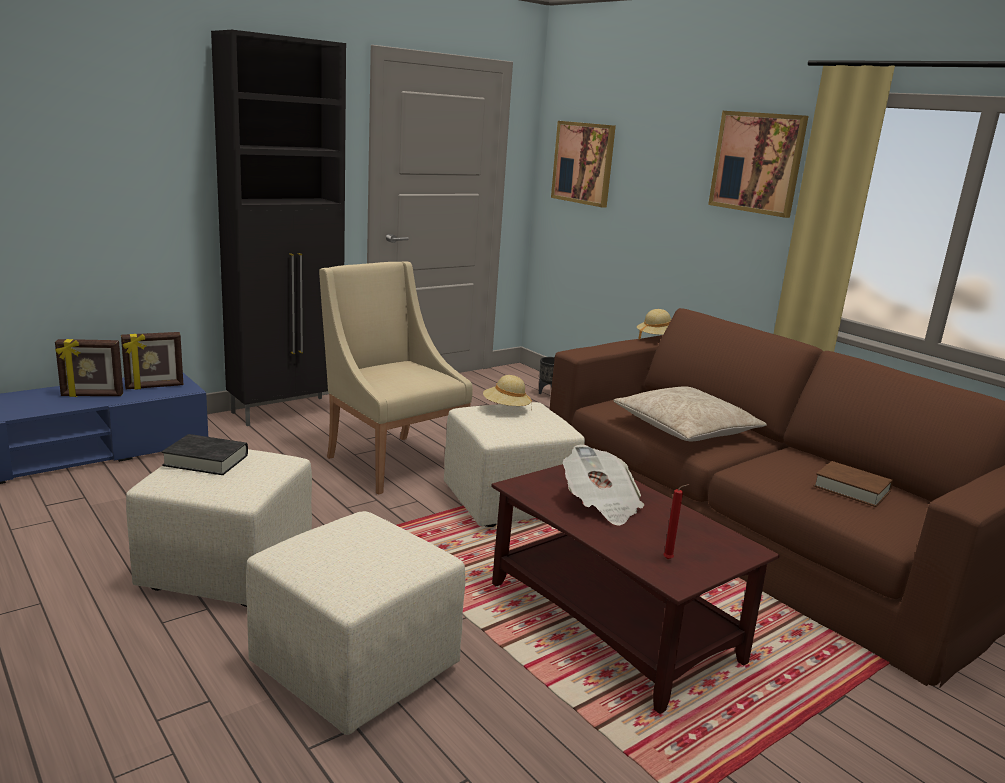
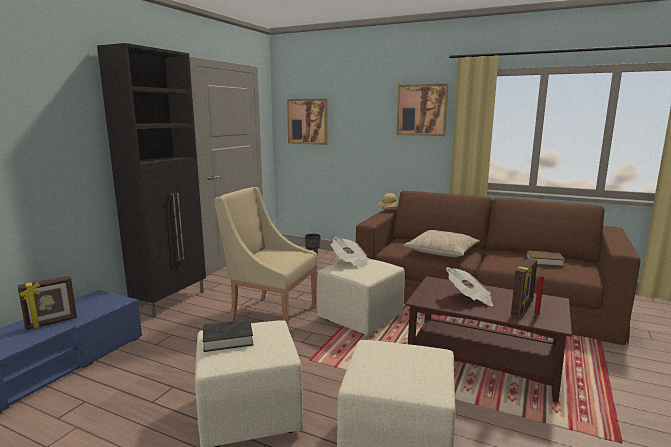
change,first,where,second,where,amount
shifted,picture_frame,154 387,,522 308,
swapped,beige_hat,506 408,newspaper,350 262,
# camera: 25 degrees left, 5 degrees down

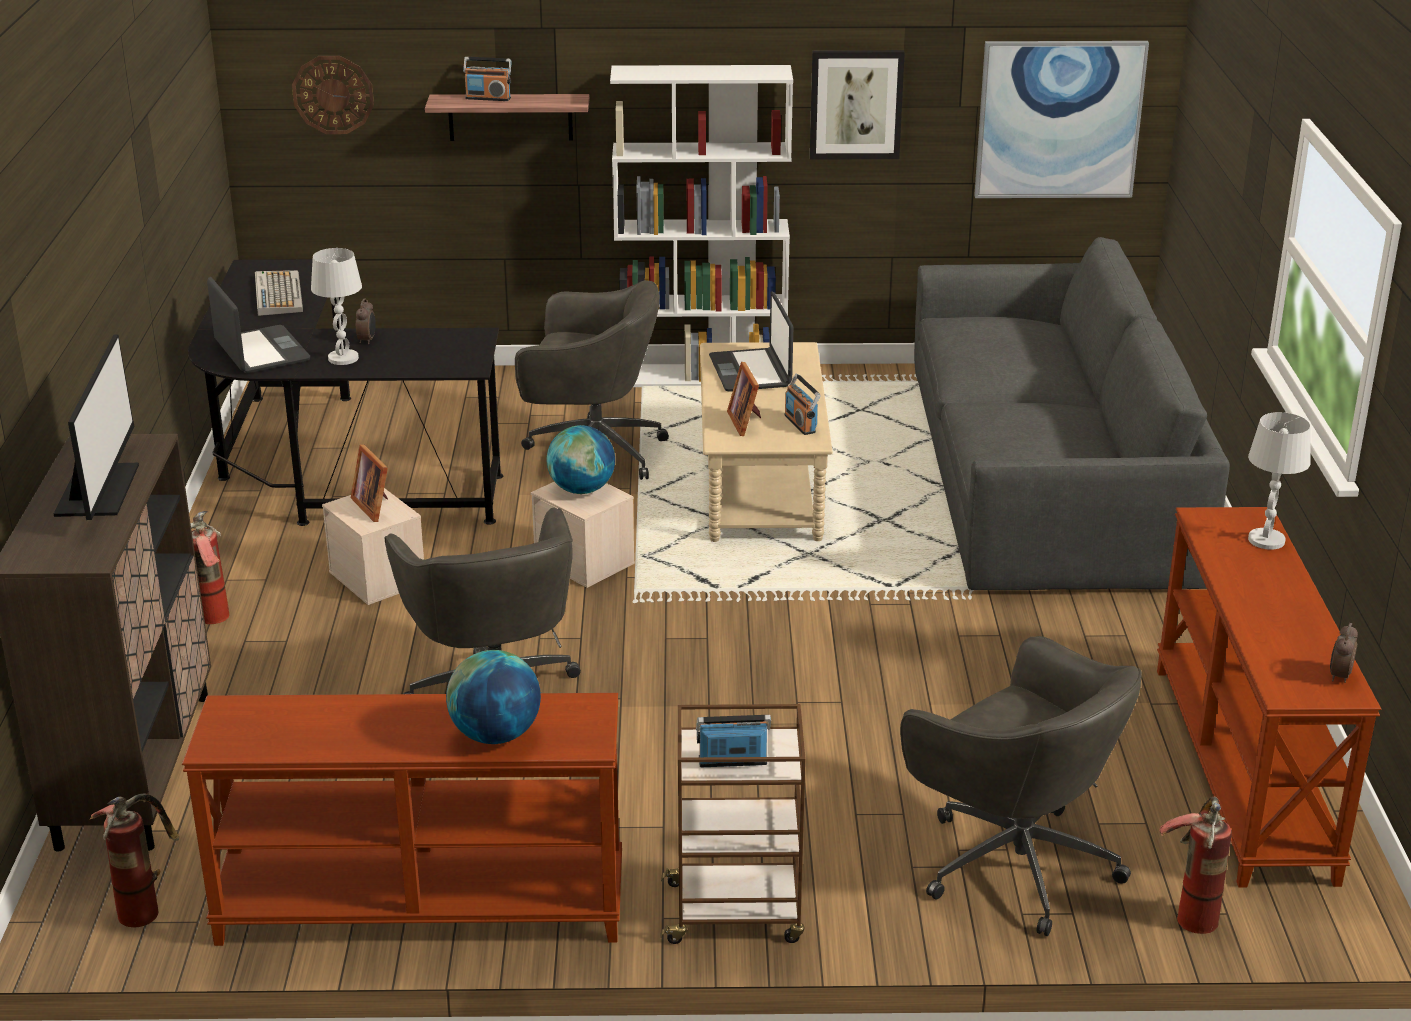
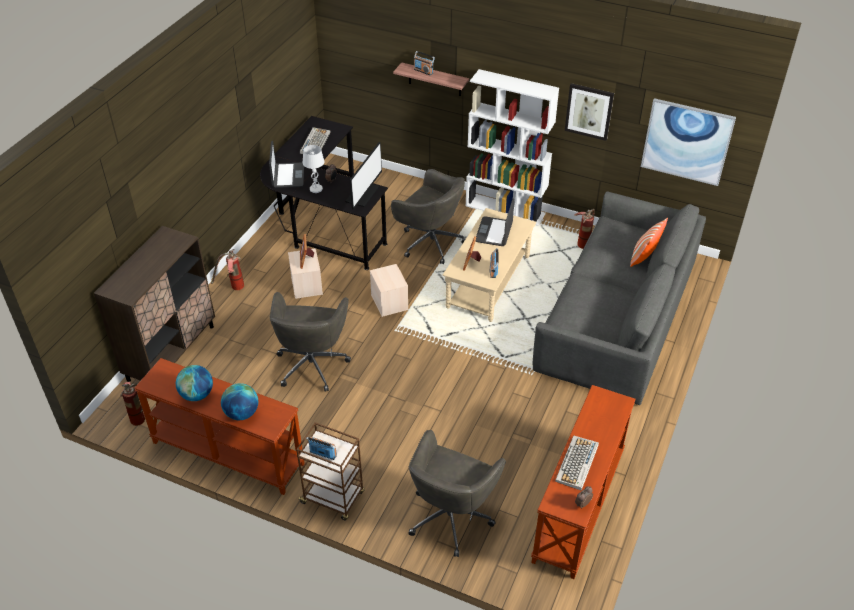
change,first,where,second,where,amount
gone,wall_clock,333 94,,,
gone,white_table_lamp,1266 540,,,
new,,,keyboard,577 463,
new,,,pillow,644 257,
shifted,monitor,99 490,,363 194,
shifted,globe,582 490,,197 395,
shifted,fire_extinguisher,1189 910,,583 242,
rotated,grey_office_chair,1013 863,,451 515,45 degrees clockwise
# camera: 25 degrees right, 15 degrees up

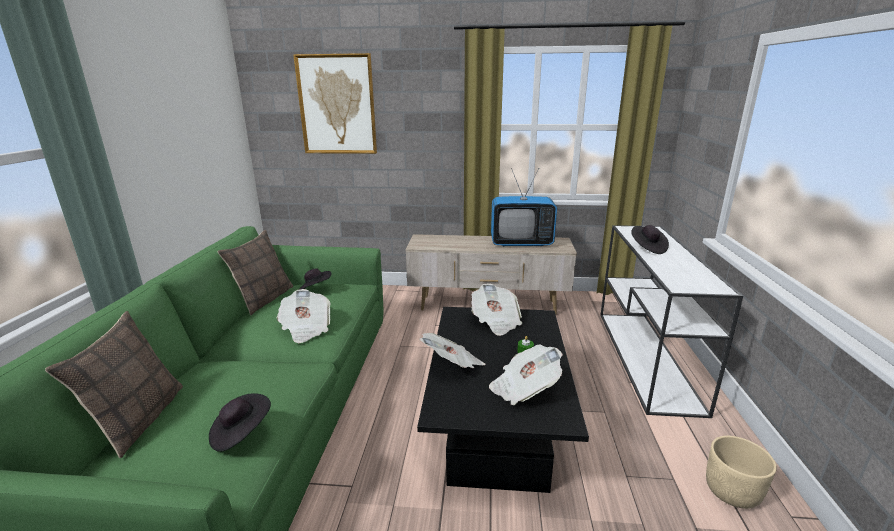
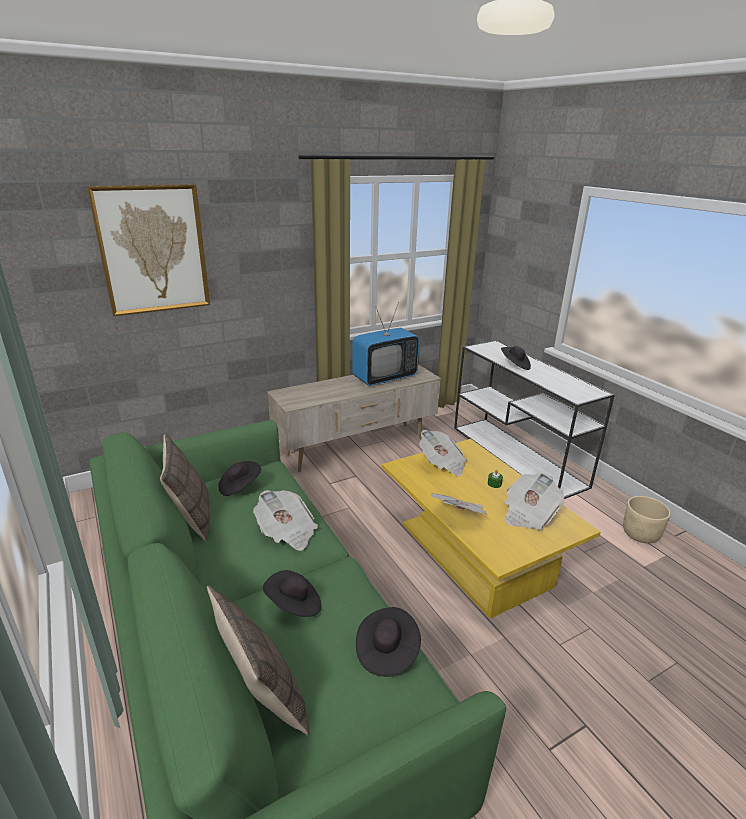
change,first,where,second,where,amount
new,,,black_hat,294 605,
repainted,black_coffee_table,496 424,yellow_coffee_table,473 553,
# camera: 35 degrees left, 5 degrees up

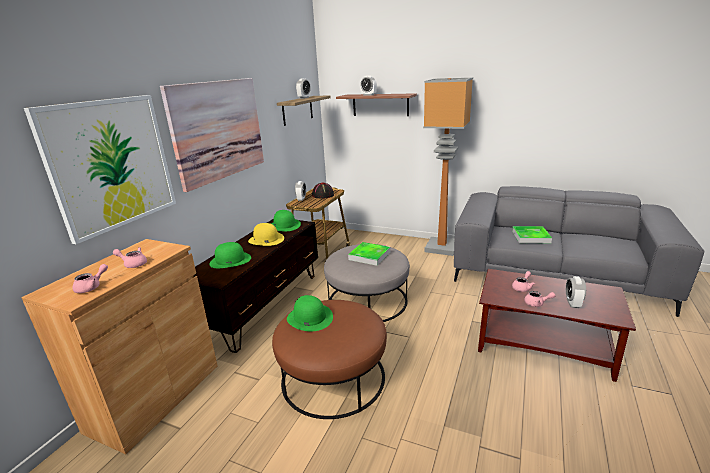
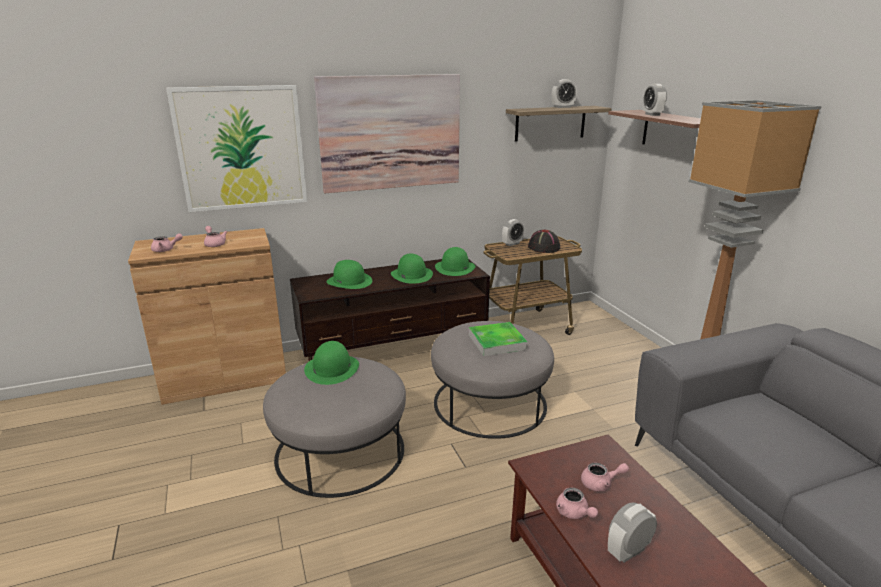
change,first,where,second,where,amount
gone,tray,530 237,,,
repainted,yellow_hat,266 239,green_hat,411 275,
repainted,brown_ottoman,333 377,grey_ottoman,340 451,
# camera: 45 degrees right, 0 degrees up

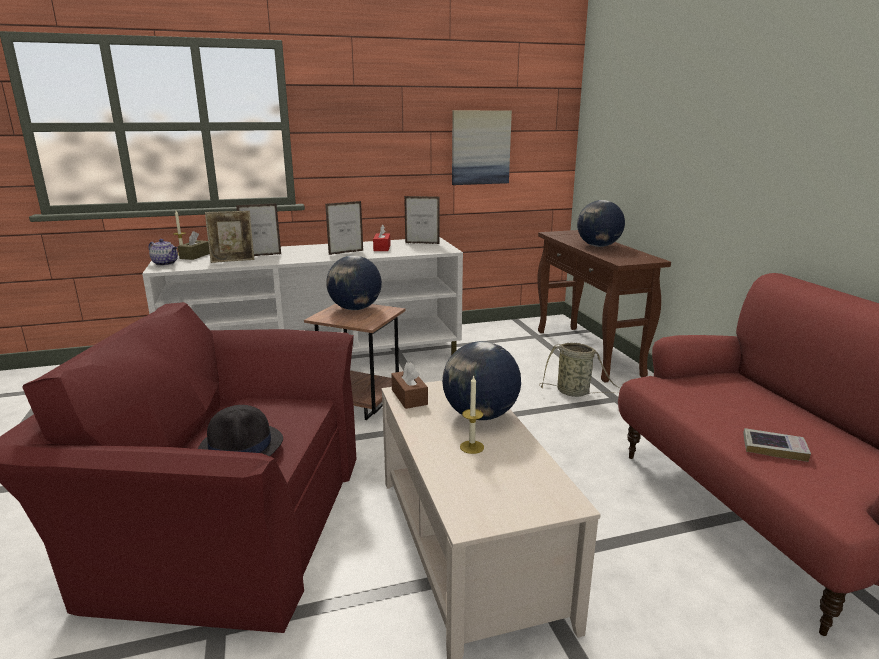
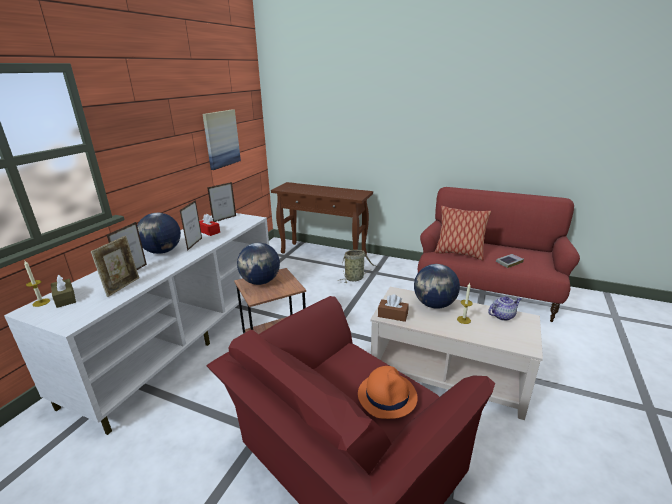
change,first,where,second,where,amount
new,,,pillow,459 254,
shifted,teapot,166 263,,502 316,
shifted,globe,598 246,,162 252,
repainted,black_hat,241 446,orange_hat,387 395,
# camera: 50 degrees left, 5 degrees up

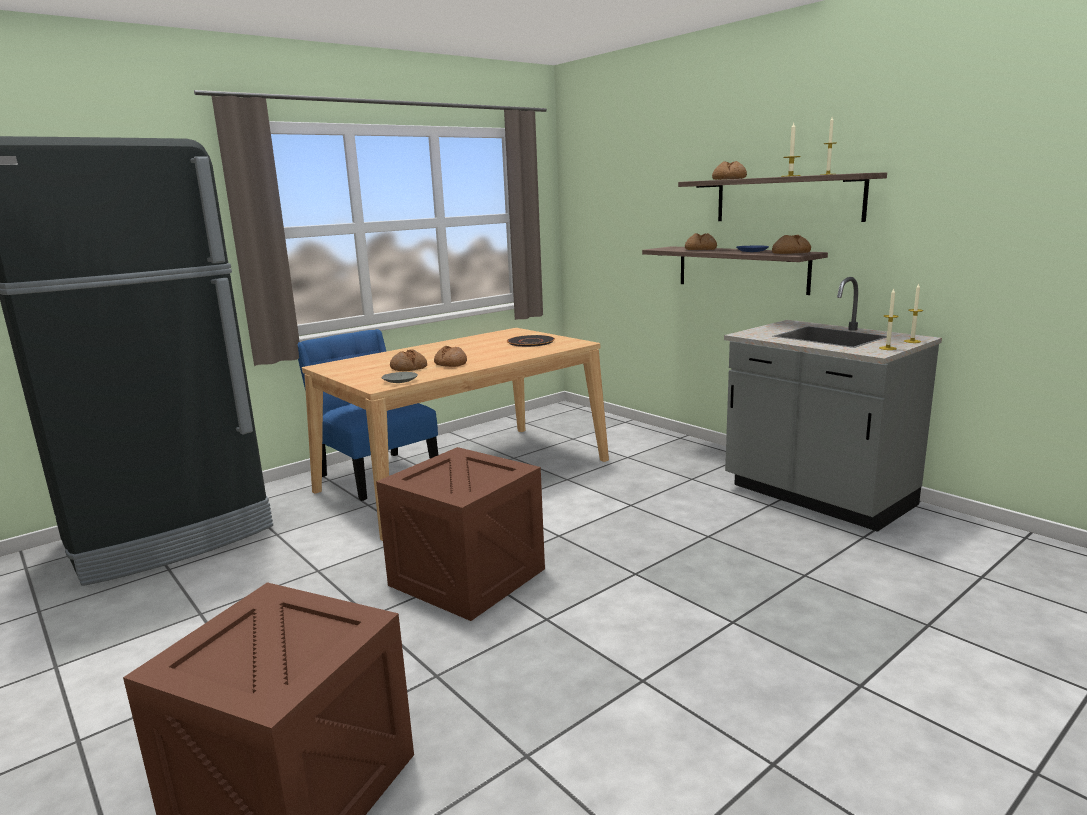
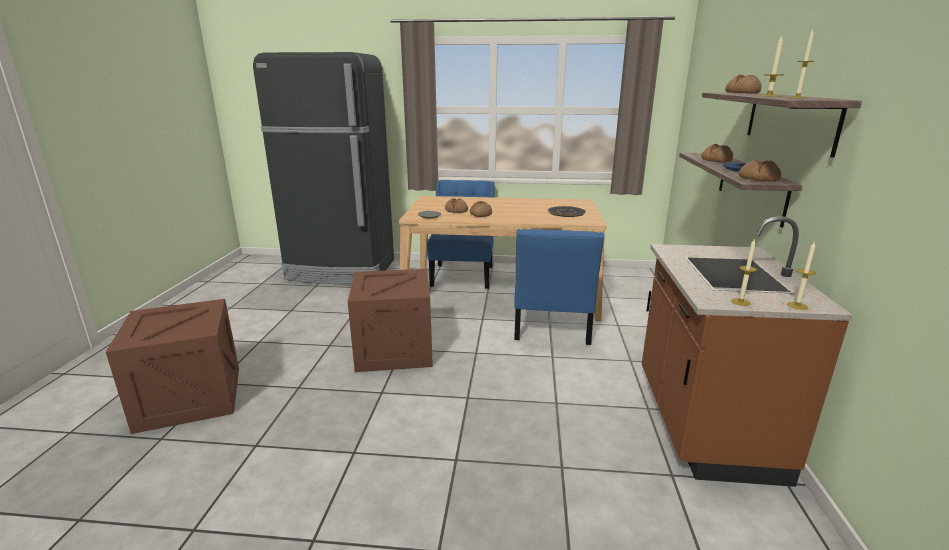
change,first,where,second,where,amount
new,,,blue_chair,551 328,
repainted,grey_counter,816 497,brown_counter,703 425,
# camera: 45 degrees right, 5 degrees up

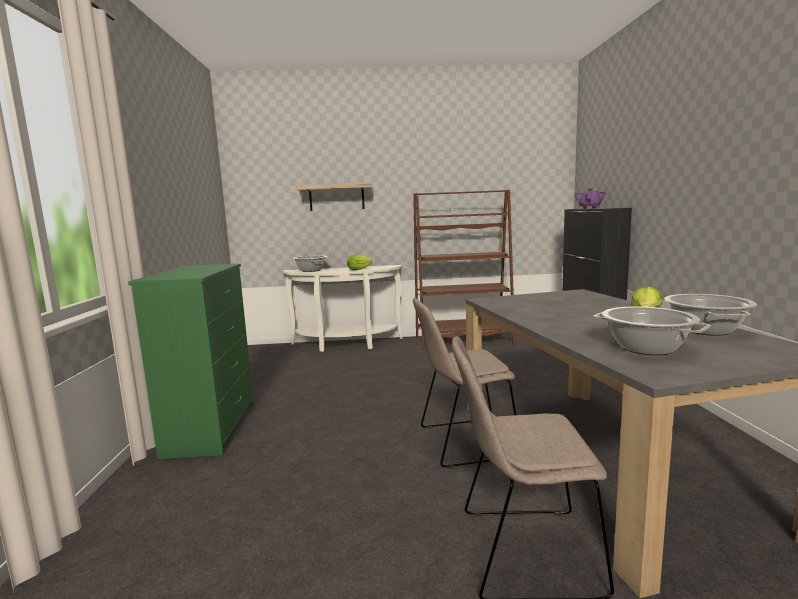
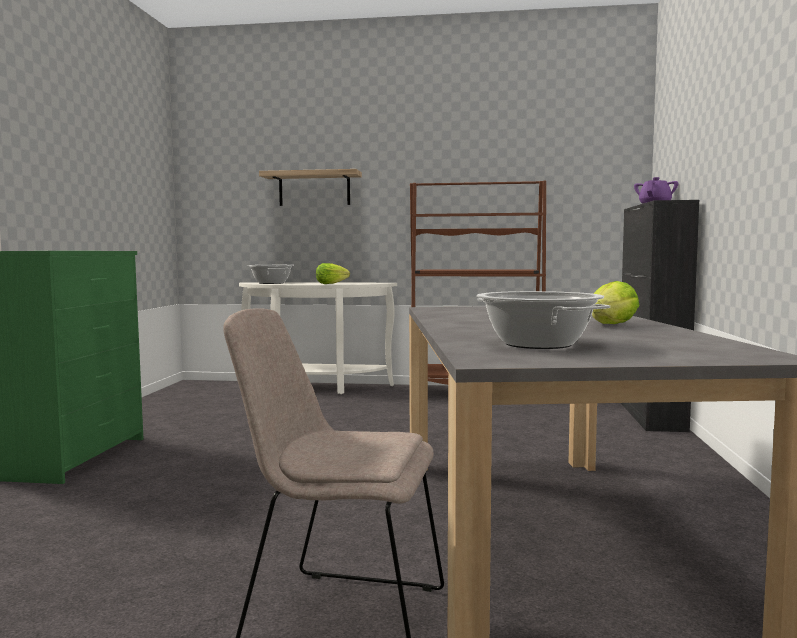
change,first,where,second,where,amount
gone,beige_chair,463 442,,,
gone,cooking_pot,705 330,,,
# camera: 10 degrees right, 5 degrees down

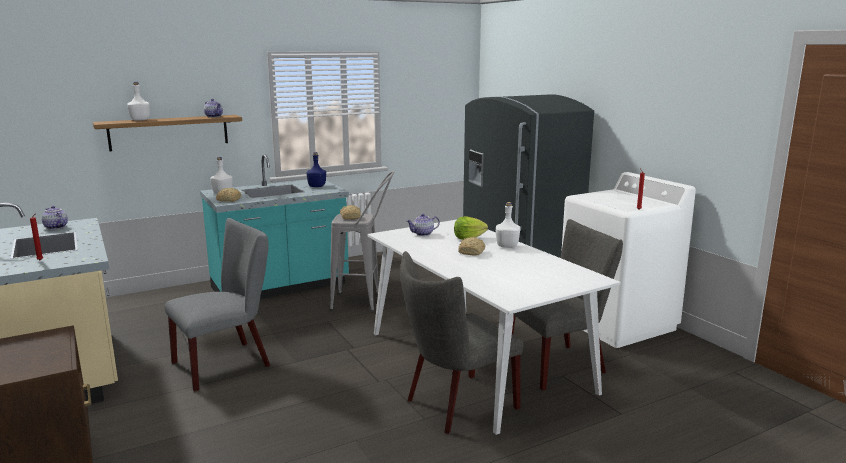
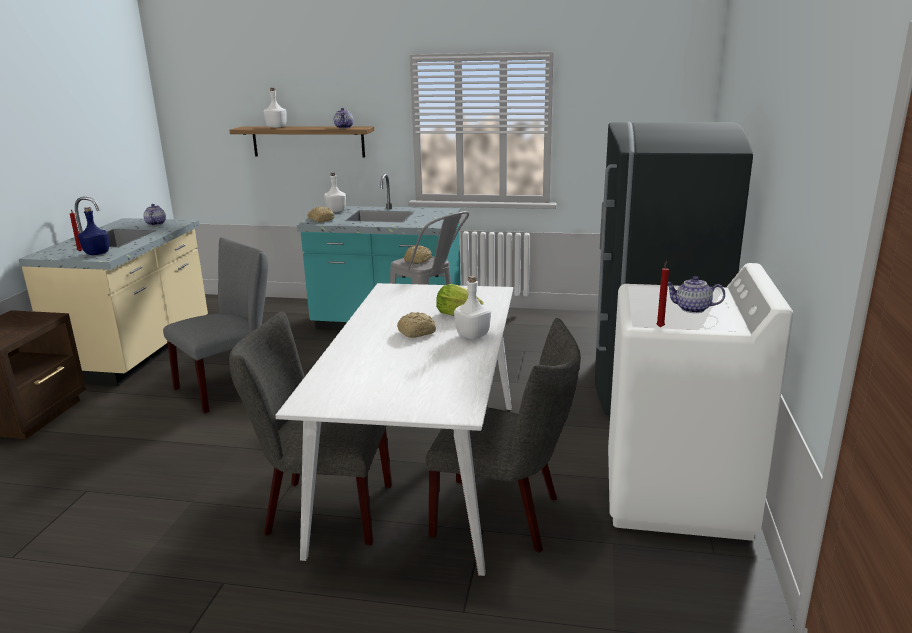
change,first,where,second,where,amount
shifted,blue_bottle,317 186,,97 253,
shifted,teapot,423 234,,692 309,
rotated,grey_chair,227 362,,232 385,45 degrees counterclockwise
# camera: 40 degrees right, 5 degrees up

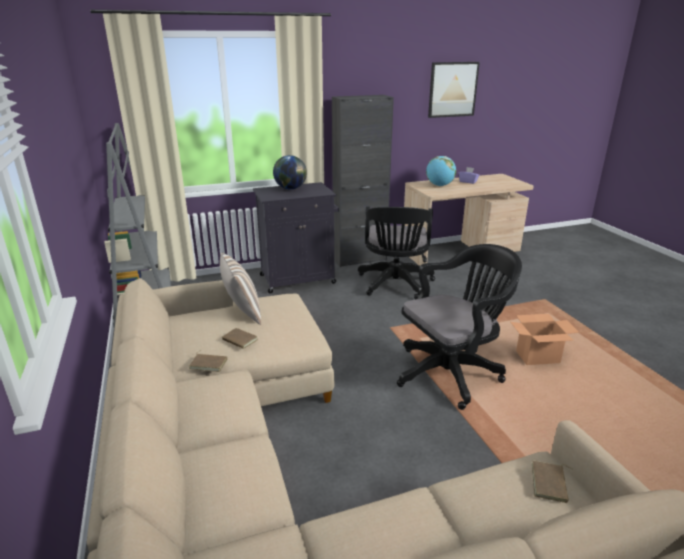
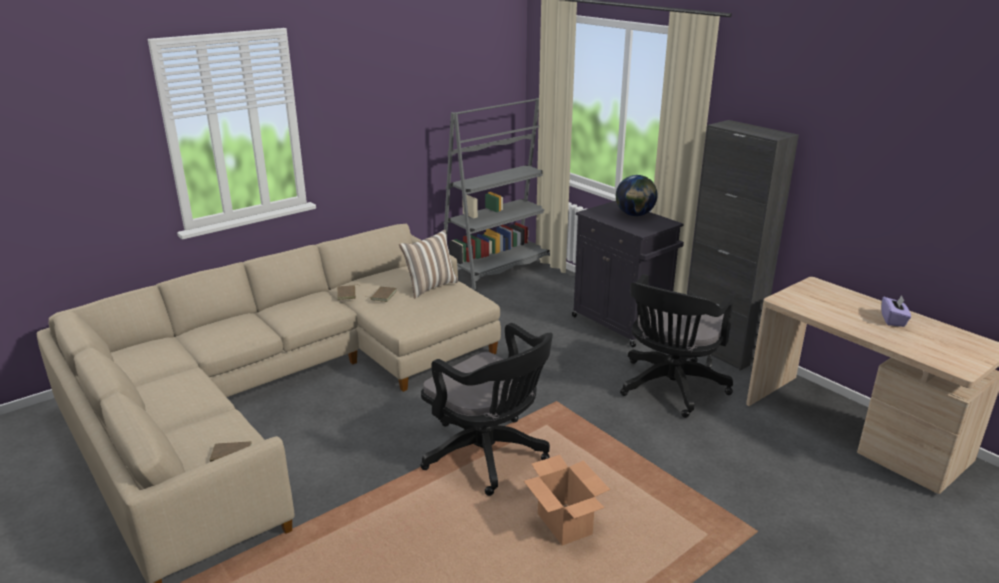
change,first,where,second,where,amount
gone,globe,439 185,,,
gone,picture,452 89,,,
rotated,black_office_chair,395 285,,670 388,45 degrees counterclockwise
# camera: 70 degrees right, 0 degrees up

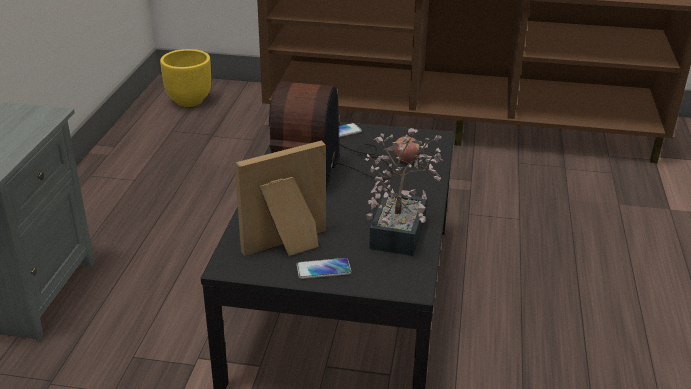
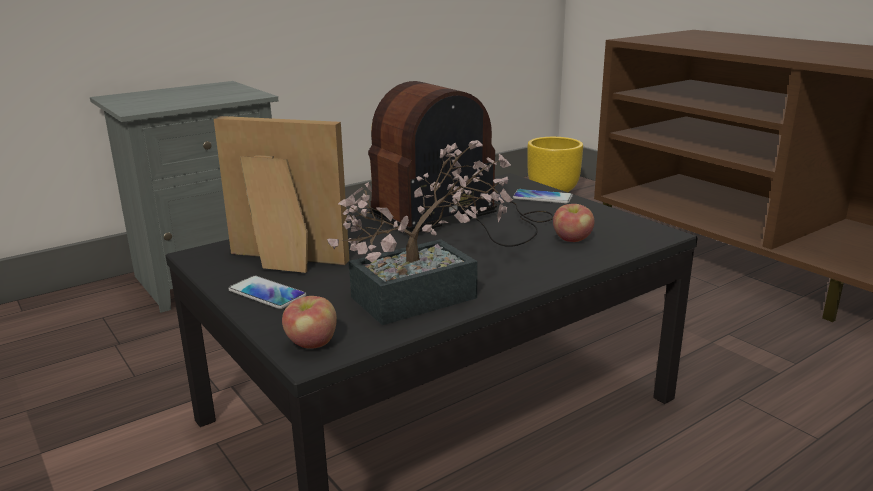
change,first,where,second,where,amount
new,,,apple,312 343,
# camera: 45 degrees right, 10 degrees down

